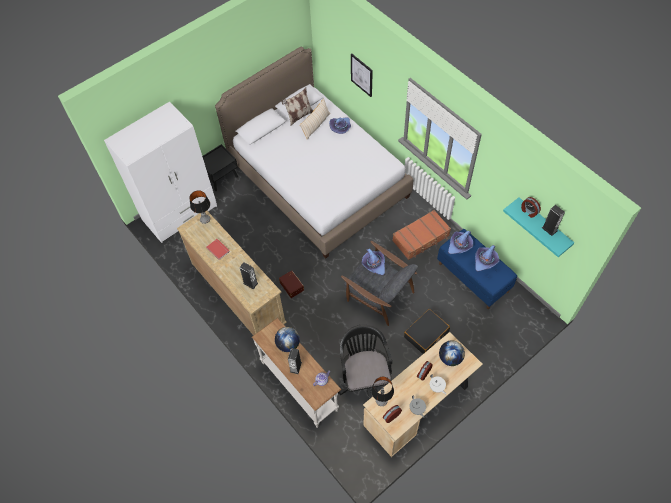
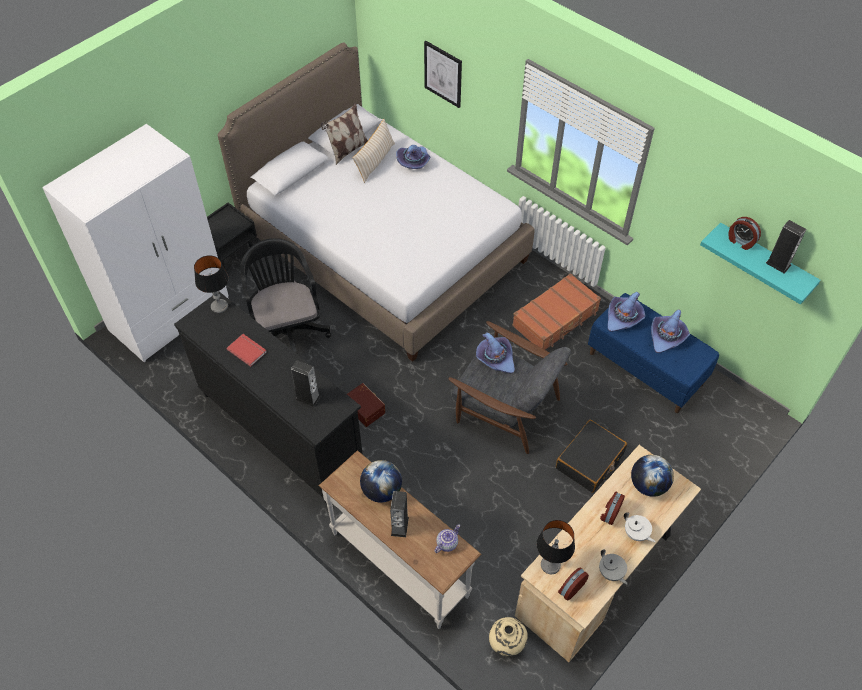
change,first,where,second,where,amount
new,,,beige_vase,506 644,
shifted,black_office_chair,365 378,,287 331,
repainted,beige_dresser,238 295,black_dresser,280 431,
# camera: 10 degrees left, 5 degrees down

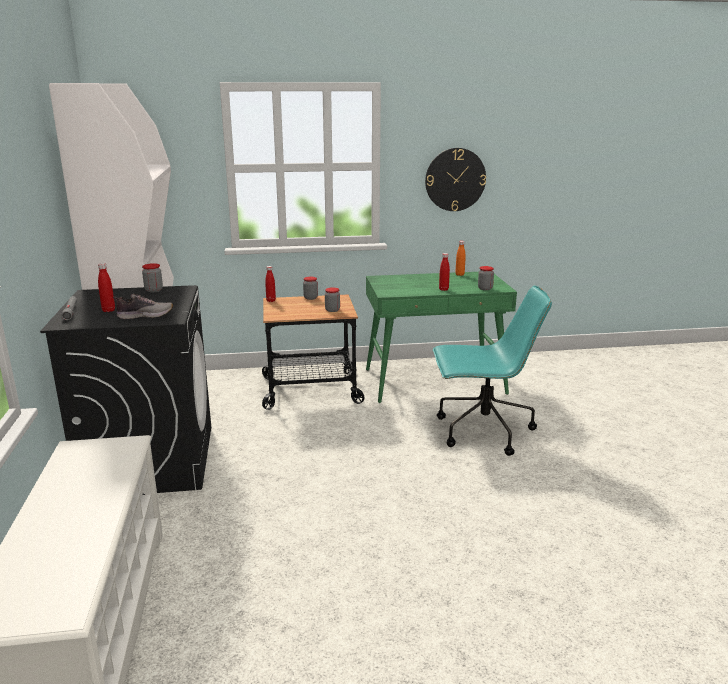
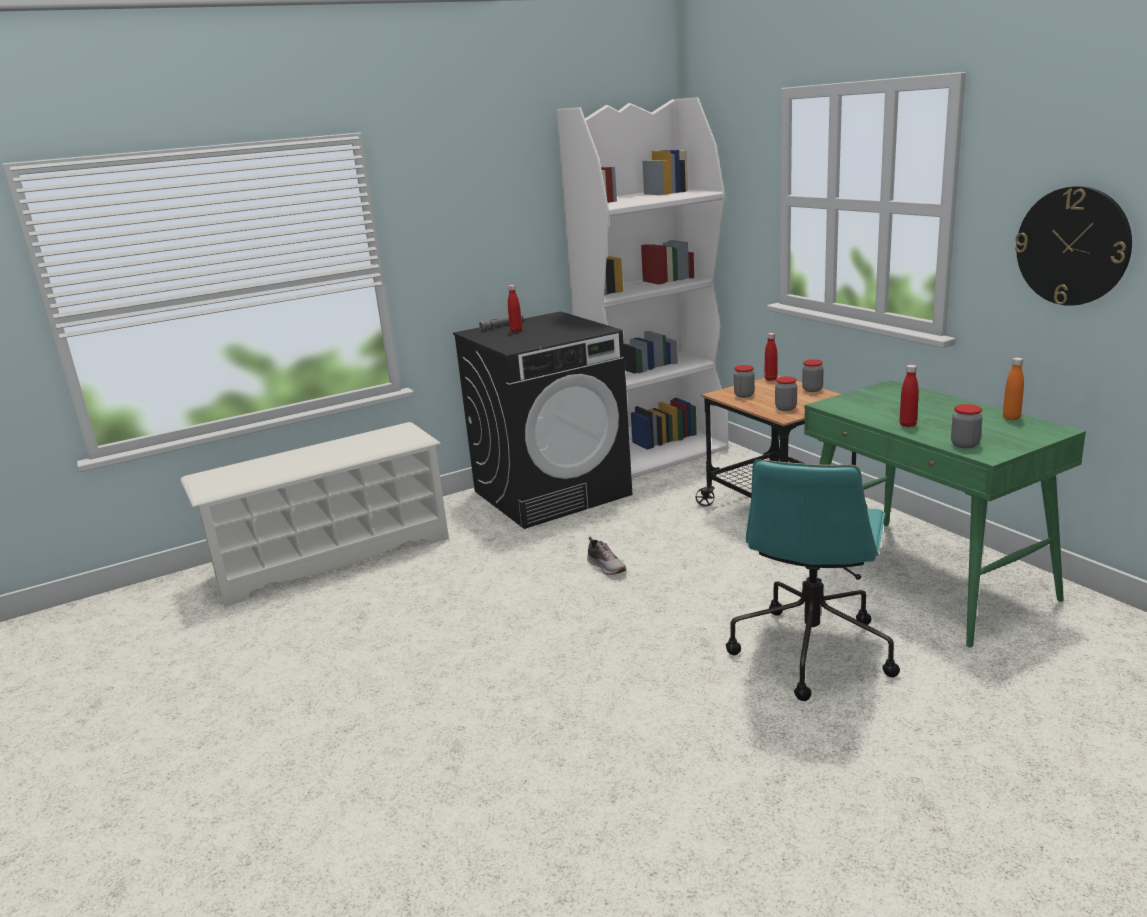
change,first,where,second,where,amount
shifted,shoe,145 315,,607 567,
shifted,jar,154 290,,744 395,
rotated,turquoise_office_chair,482 431,,811 650,45 degrees clockwise
# camera: 70 degrees right, 0 degrees up

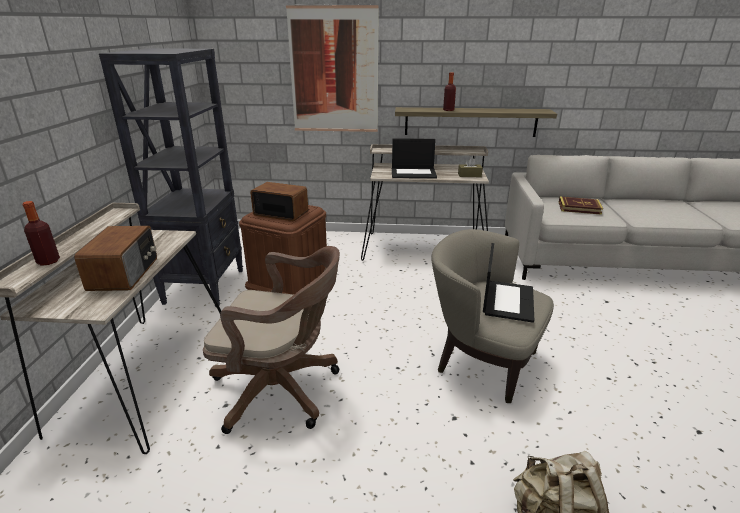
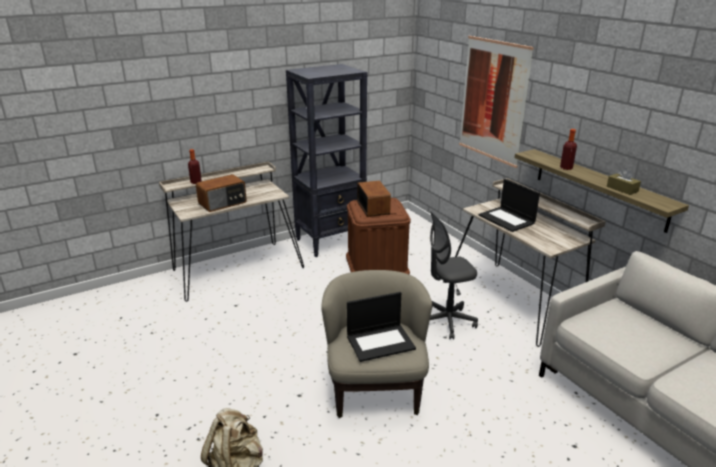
change,first,where,second,where,amount
gone,brown_office_chair,282 390,,,
gone,book,579 208,,,
new,,,grey_office_chair,447 322,
shifted,brown_tissue_box,469 175,,622 189,
# camera: 55 degrees right, 0 degrees up

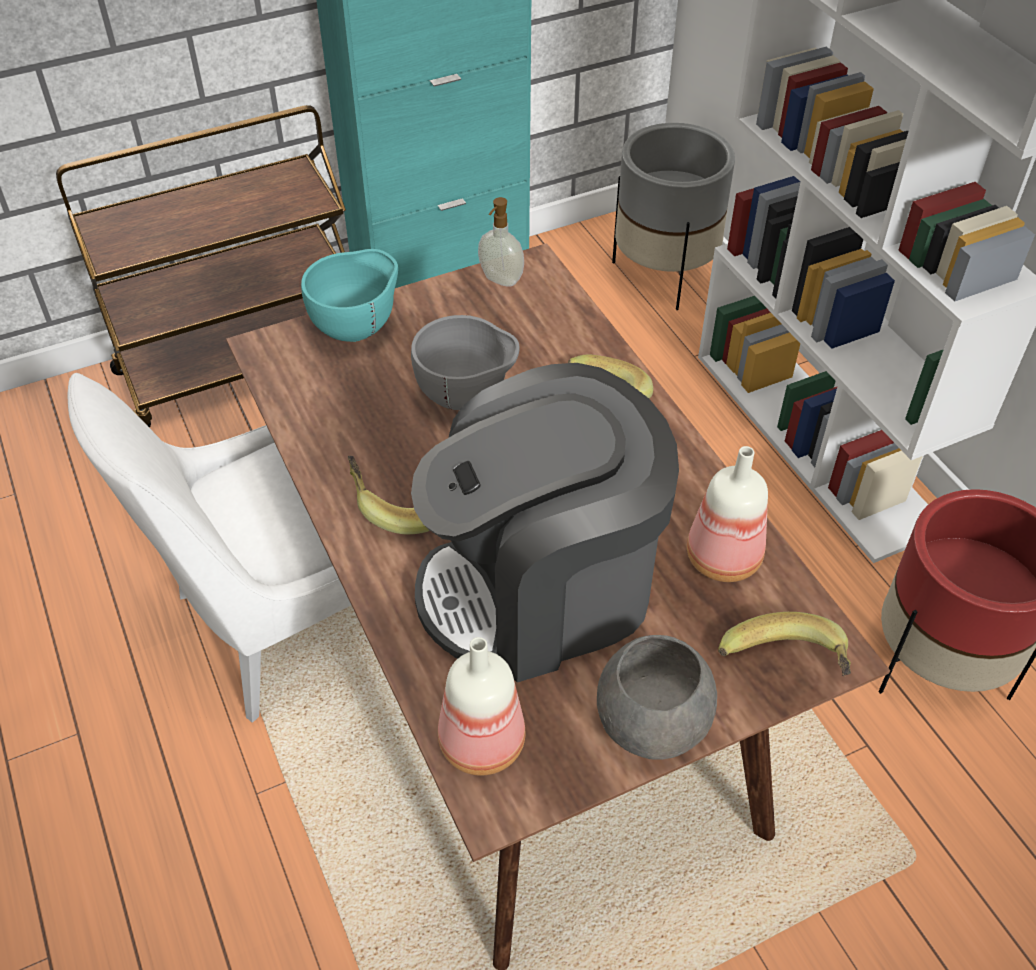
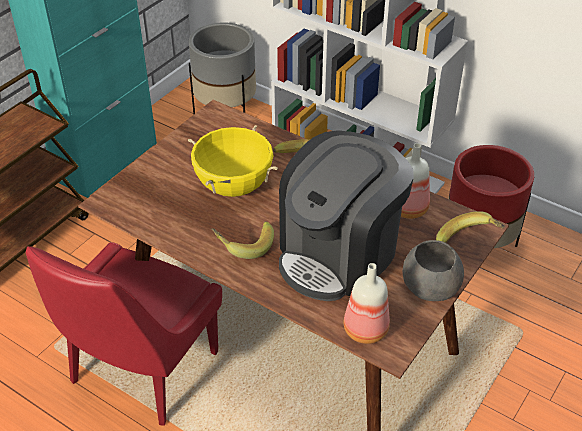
change,first,where,second,where,amount
gone,turquoise_bowl,358 329,,,
gone,soap_dispenser,500 280,,,
swapped,grey_bowl,467 399,yellow_cooking_pot,234 186,
repainted,white_chair,277 624,red_chair,141 371,
# camera: 30 degrees left, 5 degrees down

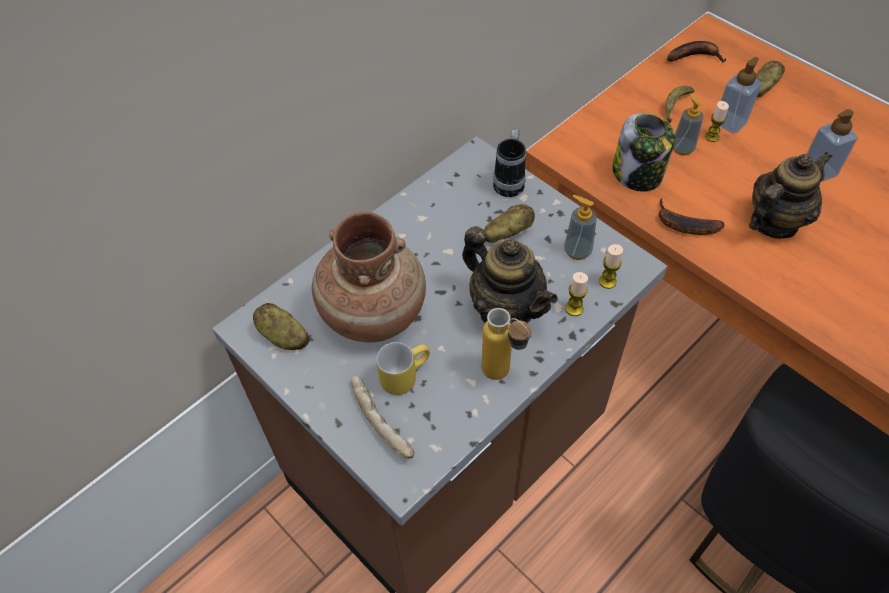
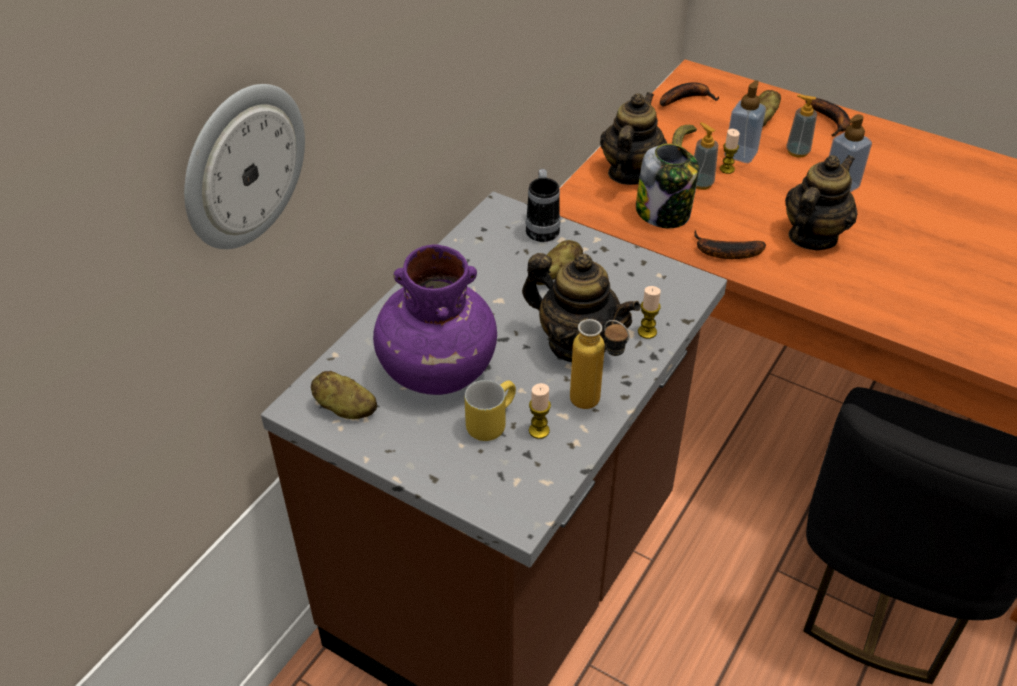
change,first,where,second,where,amount
gone,bread,382 421,,,
new,,,wall_clock,242 166,
new,,,teapot,629 173,
new,,,banana,831 121,
shifted,soap_dispenser,577 251,,797 152,
shifted,candle,607 281,,539 431,
repainted,brown_vase,372 312,purple_vase,436 369,
# camera: 15 degrees left, 10 degrees down

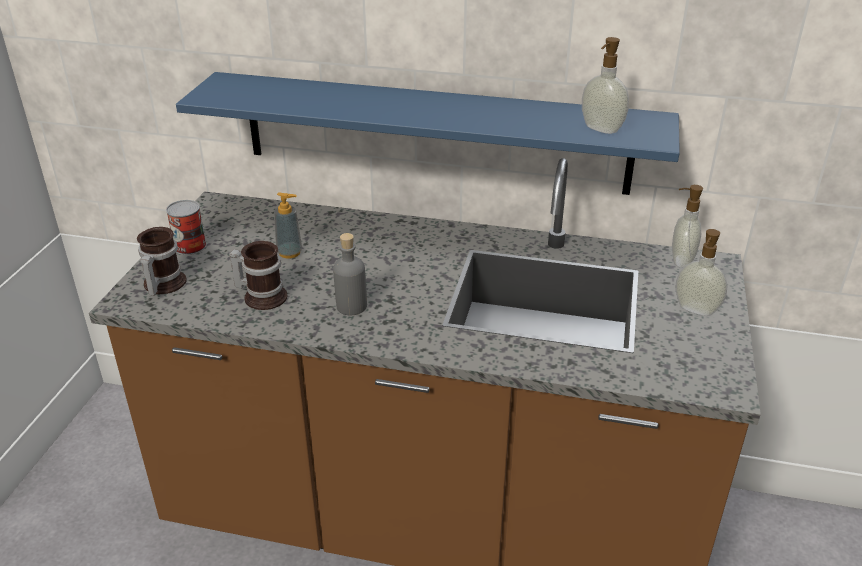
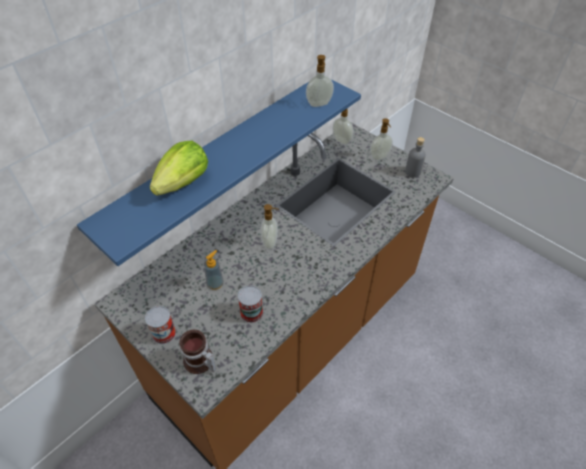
change,first,where,second,where,amount
new,,,lettuce,184 183,
new,,,soap_dispenser,270 243,
shifted,grey_bottle,351 306,,412 172,
swapped,mug,262 295,can,251 312,
# camera: 60 degrees left, 15 degrees up

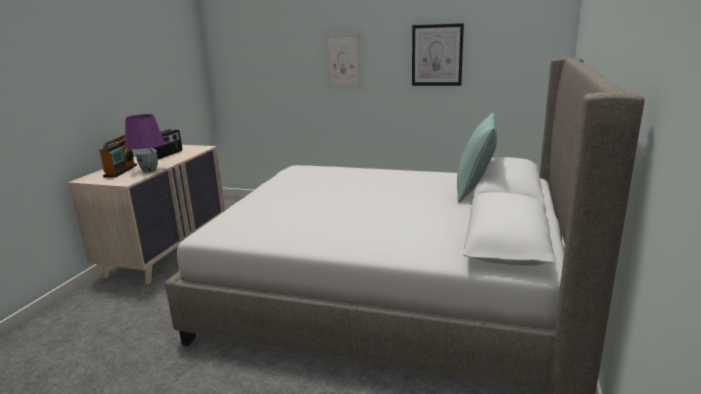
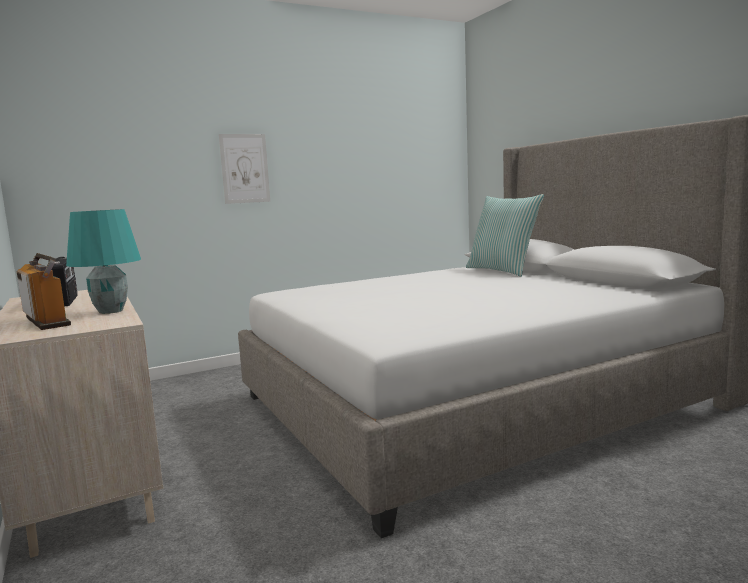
change,first,where,second,where,amount
gone,picture,437 55,,,
repainted,purple_table_lamp,150 170,turquoise_table_lamp,112 311,
# camera: 45 degrees left, 10 degrees down

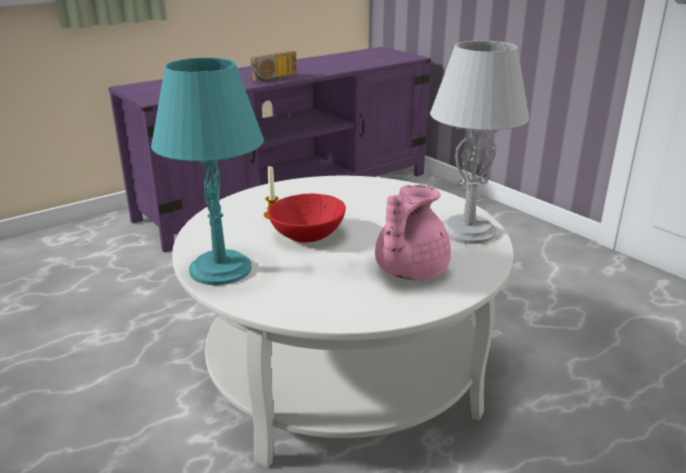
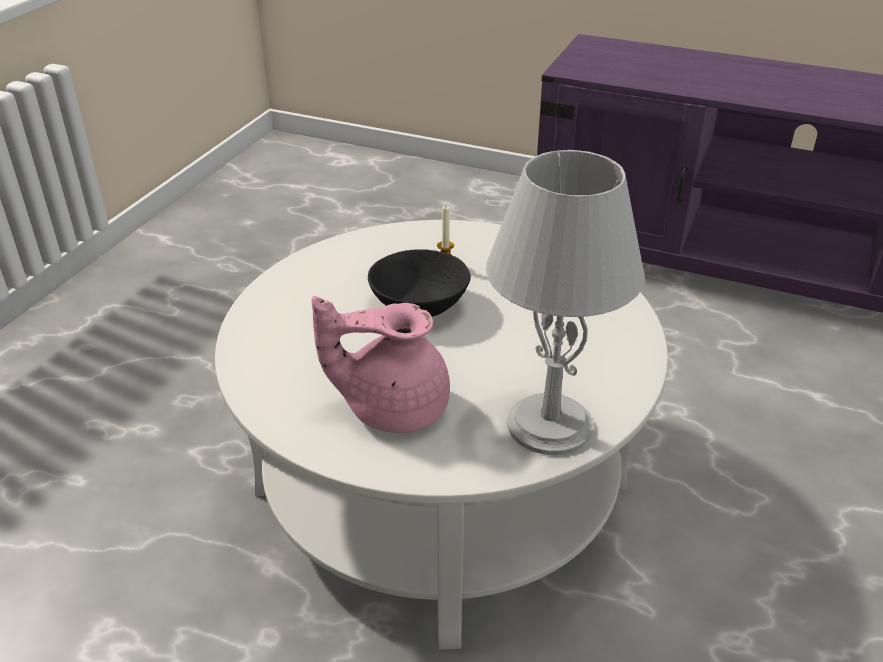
change,first,where,second,where,amount
gone,turquoise_table_lamp,220 269,,,
gone,radio,276 79,,,
repainted,red_bowl,308 234,black_bowl,420 306,
# camera: 60 degrees right, 10 degrees up

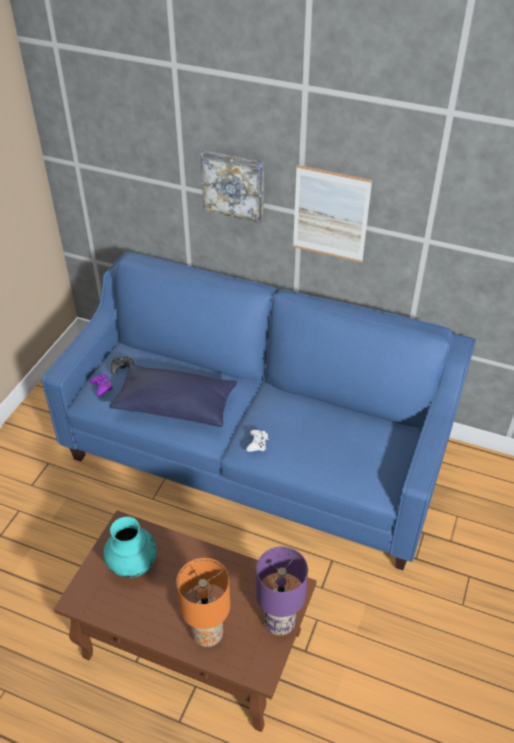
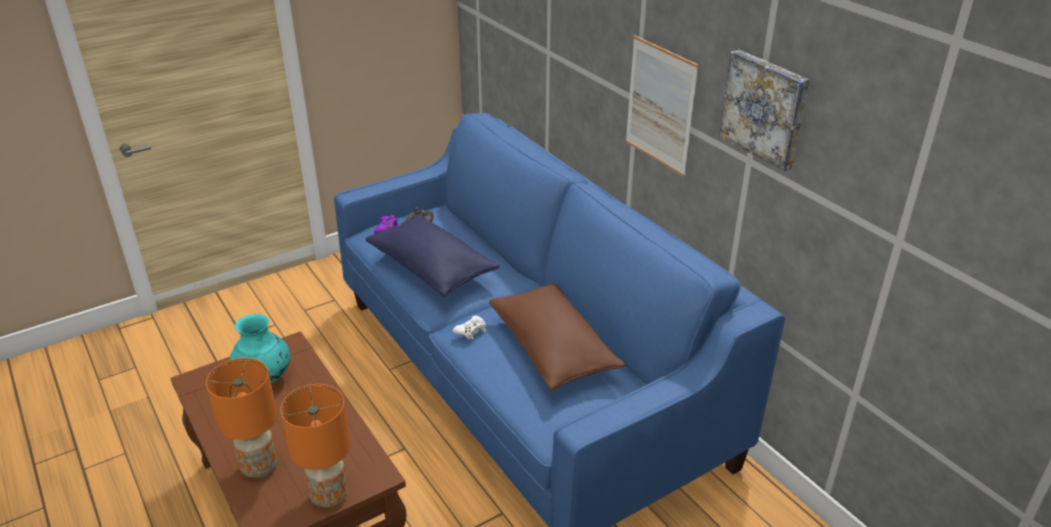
change,first,where,second,where,amount
new,,,brown_pillow,553 349,
shifted,picture,234 185,,765 108,
repainted,purple_table_lamp,279 624,orange_table_lamp,328 496,
# camera: 35 degrees right, 10 degrees down

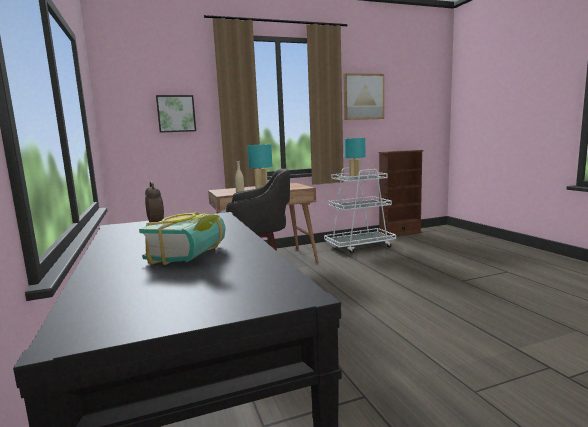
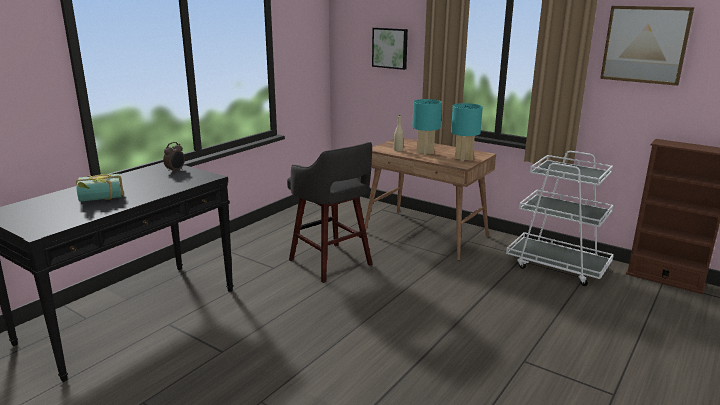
change,first,where,second,where,amount
shifted,turquoise_table_lamp,355 177,,464 159,
# camera: 55 degrees right, 10 degrees up

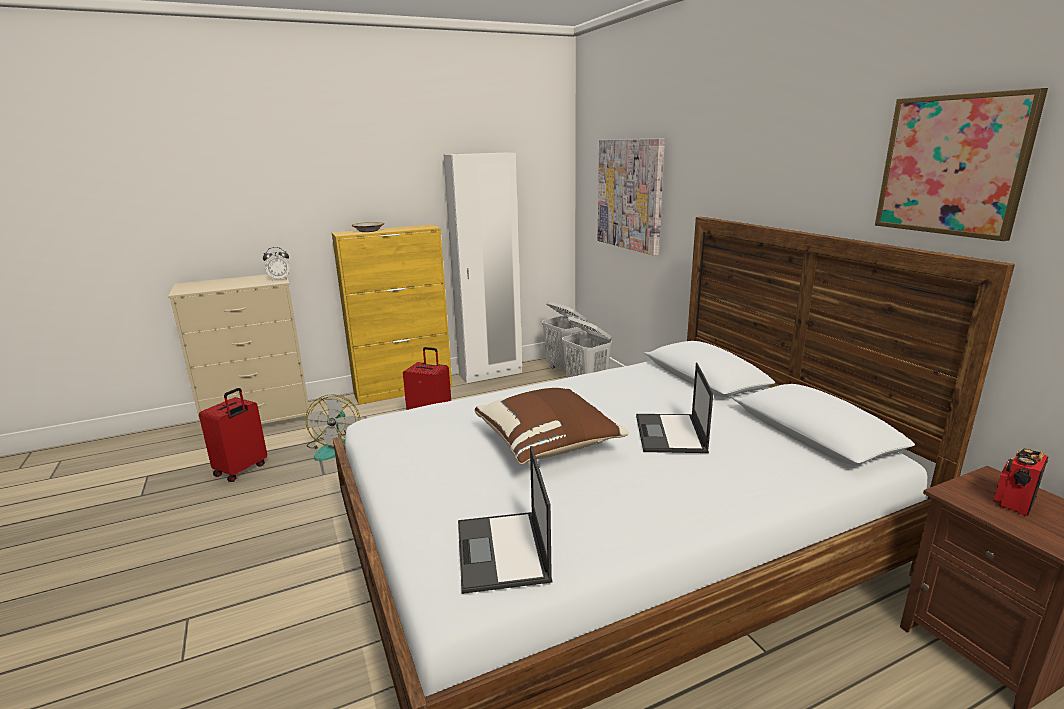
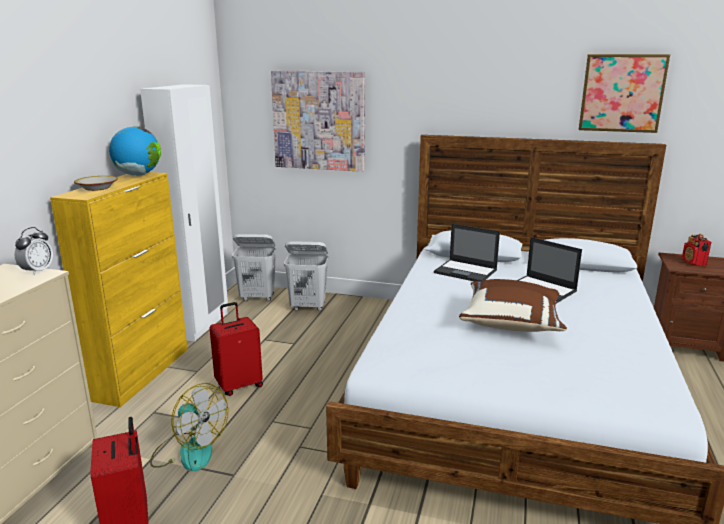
change,first,where,second,where,amount
new,,,globe,138 175,
shifted,laptop,502 552,,466 271,
# camera: 50 degrees left, 0 degrees up

